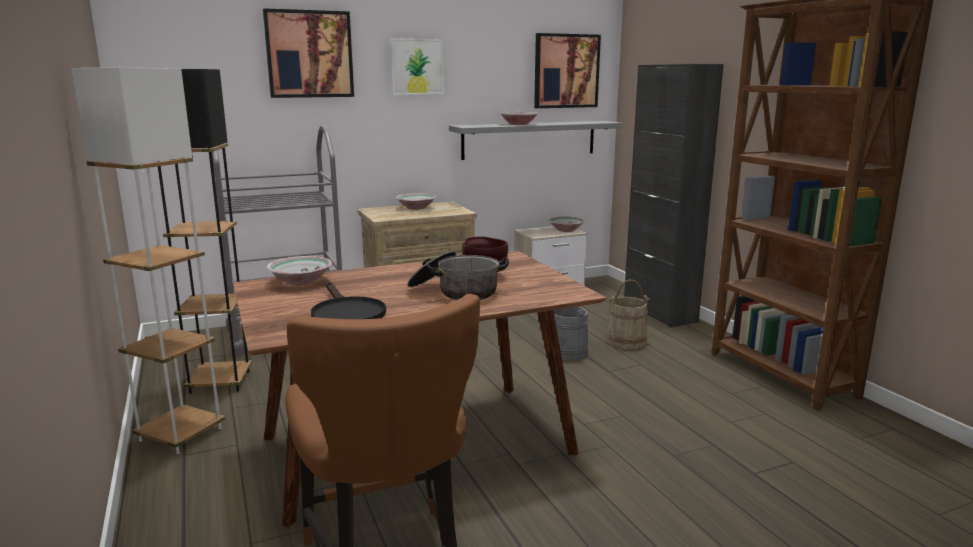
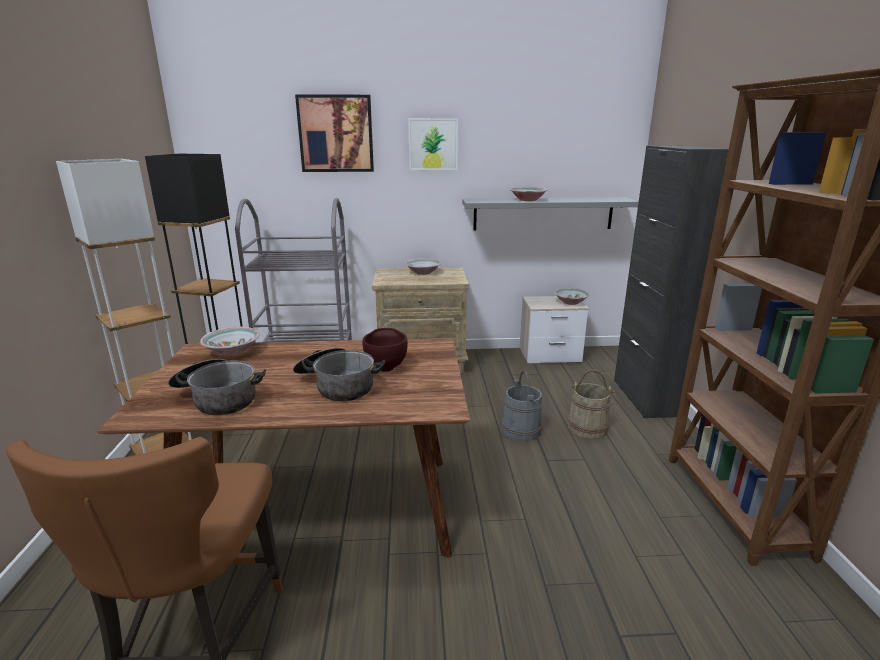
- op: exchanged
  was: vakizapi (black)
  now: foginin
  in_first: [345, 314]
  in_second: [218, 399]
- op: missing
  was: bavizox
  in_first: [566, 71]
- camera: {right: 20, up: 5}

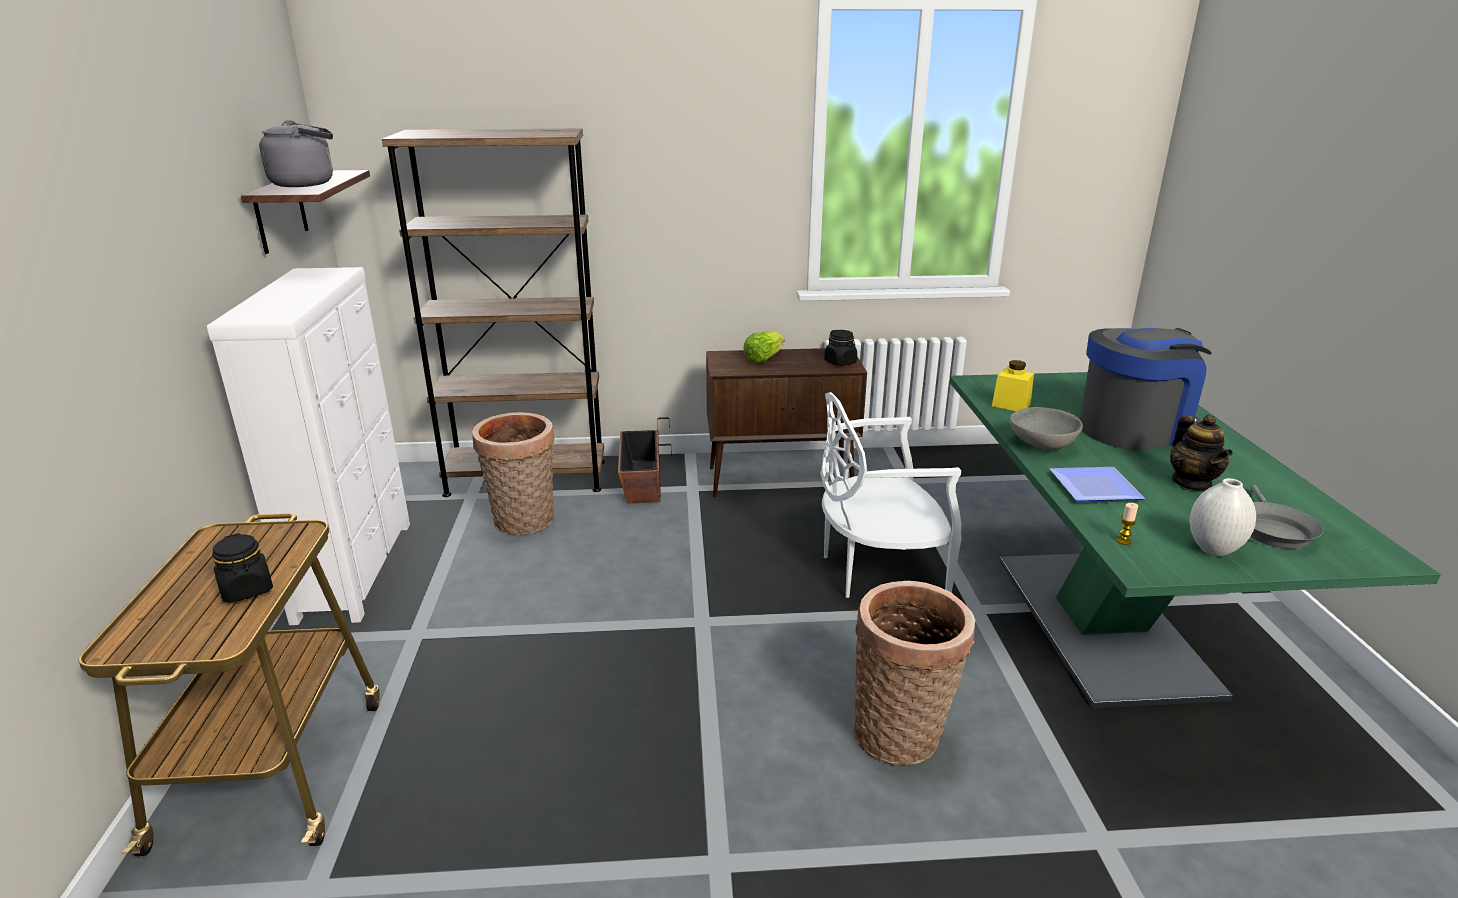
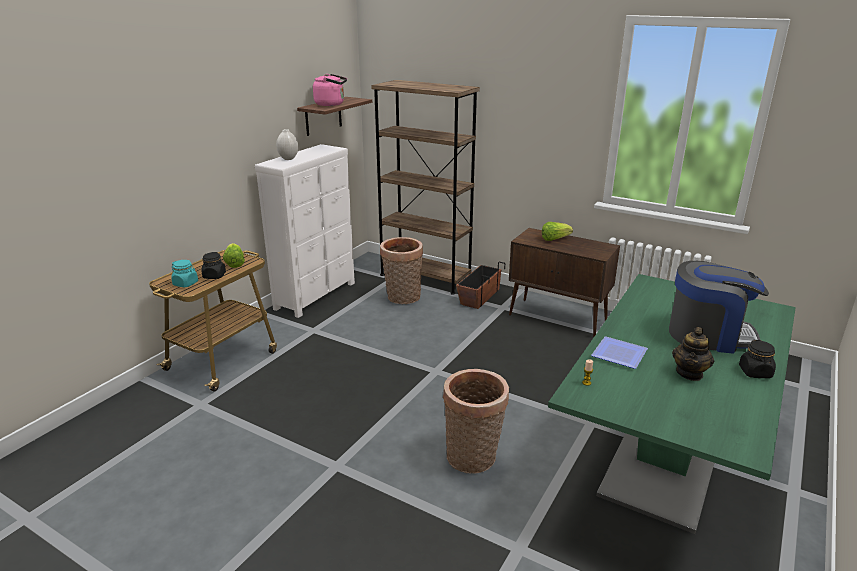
- op: colour
  was: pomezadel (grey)
  now: pomezadel (pink)
  in_first: [307, 184]
  in_second: [331, 104]
- op: missing
  was: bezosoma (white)
  in_first: [878, 571]
- op: relocated
  was: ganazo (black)
  in_first: [840, 362]
  in_second: [755, 372]
- op: missing
  was: ganazo (yellow)
  in_first: [1011, 405]
- op: missing
  was: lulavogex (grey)
  in_first: [1040, 444]
- op: relocated
  was: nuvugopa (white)
  in_first: [1213, 549]
  in_second: [288, 159]
- op: missing
  was: vakizapi (grey)
  in_first: [1272, 530]
- op: appeared
  now: ganazo (turquoise)
  in_second: [186, 283]
- op: appeared
  now: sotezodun
  in_second: [235, 263]
- camera: {right: 35, up: 0}

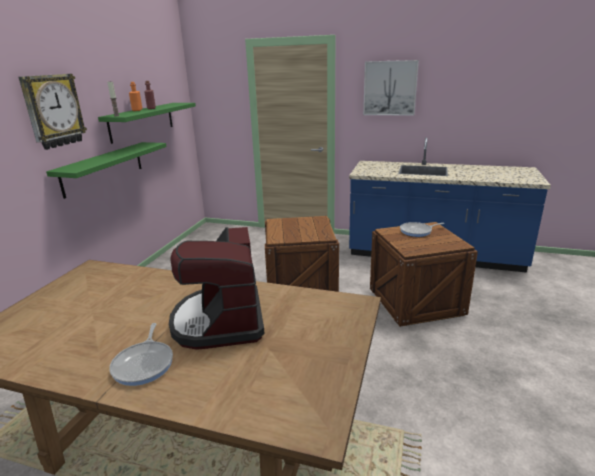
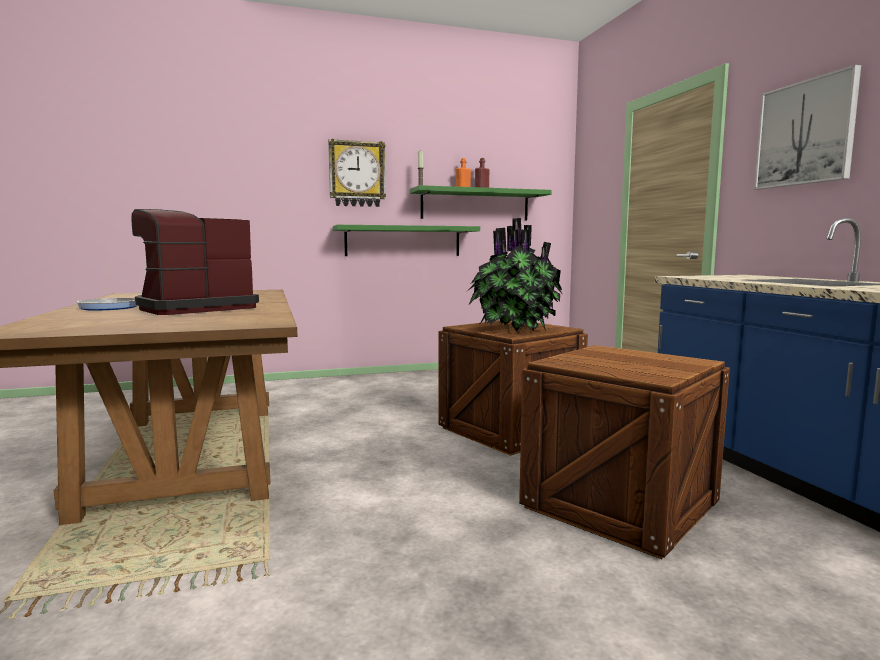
- op: missing
  was: vakizapi
  in_first: [417, 231]
- op: appeared
  now: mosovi
  in_second: [513, 329]
- camera: {right: 55, up: -15}

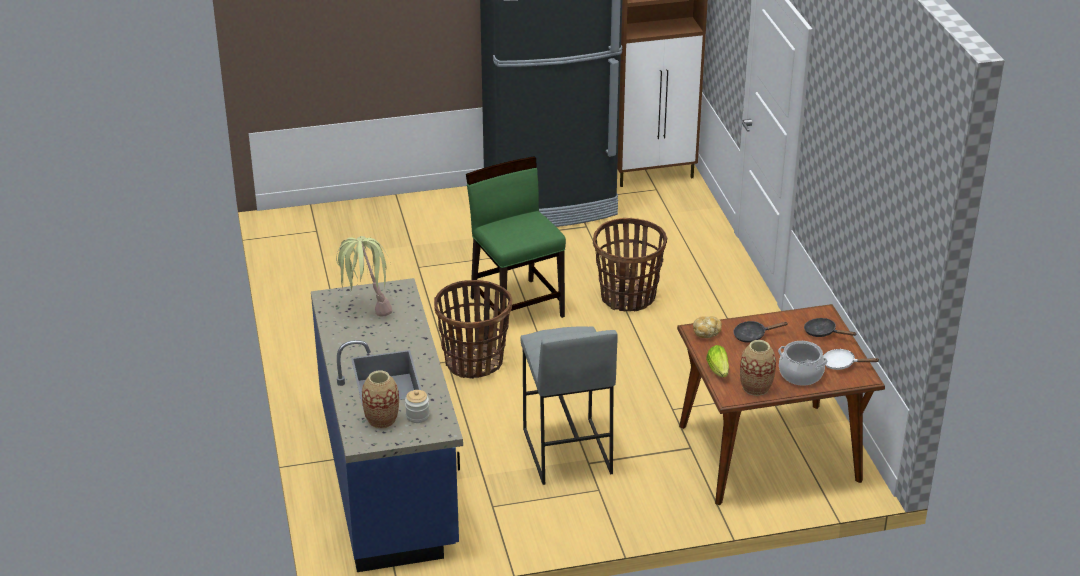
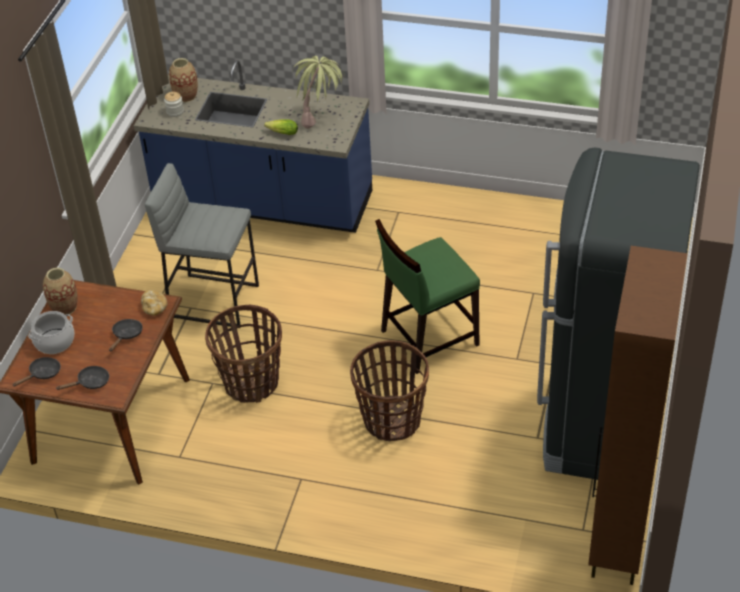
- op: relocated
  was: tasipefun
  in_first: [474, 362]
  in_second: [251, 382]
- op: spun
  was: bezosoma (green)
  in_first: [517, 306]
  in_second: [428, 338]
  clockwise: 150
- op: relocated
  was: sotezodun
  in_first: [718, 371]
  in_second: [281, 133]
- op: colour
  was: vakizapi (white)
  now: vakizapi (black)
  in_first: [842, 364]
  in_second: [42, 374]
- camera: {right: 120, up: 10}

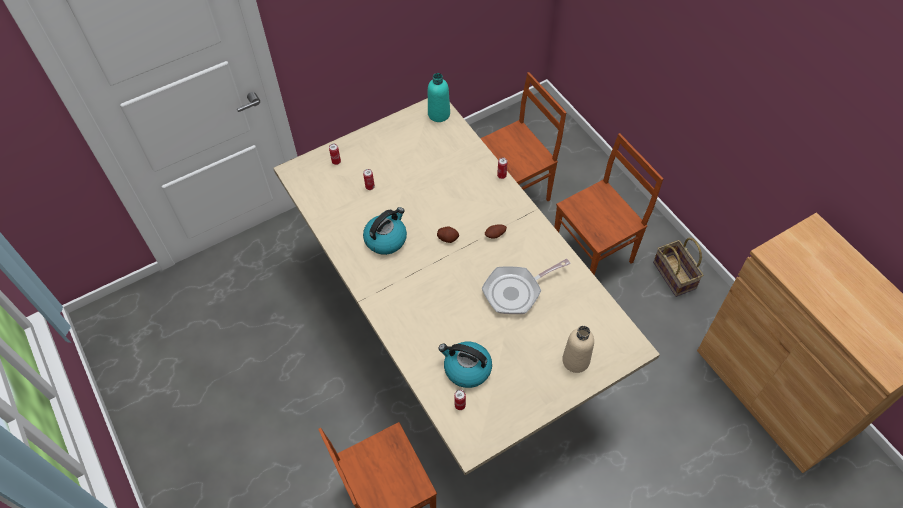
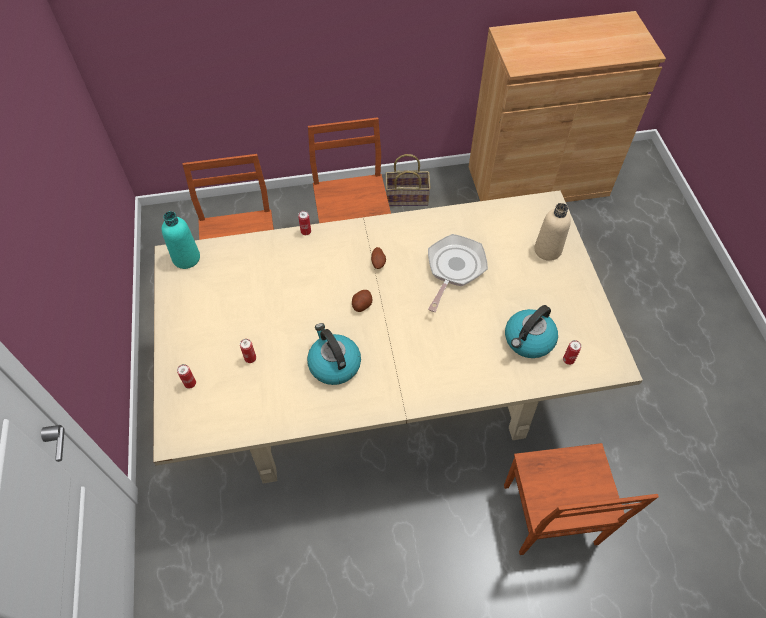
- op: spun
  was: vakizapi
  in_first: [516, 291]
  in_second: [454, 269]
  clockwise: -150
- camera: {right: -70, up: 0}

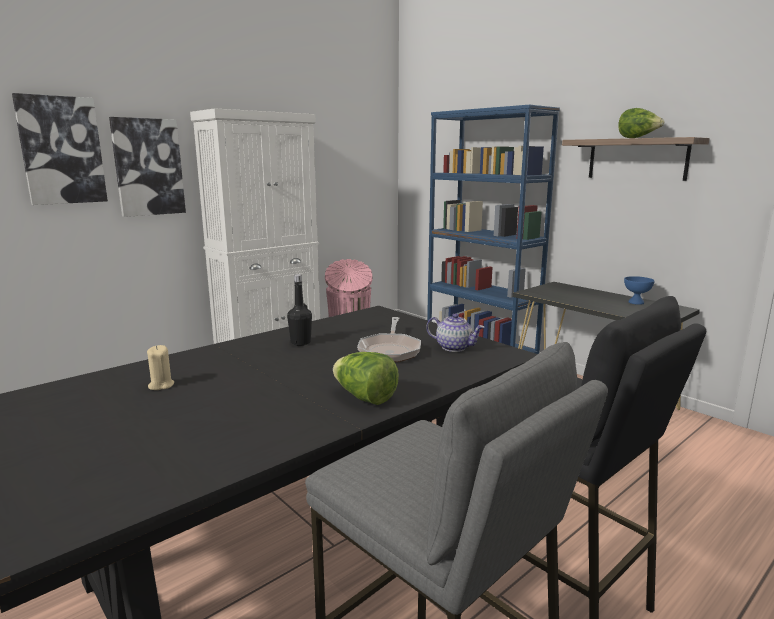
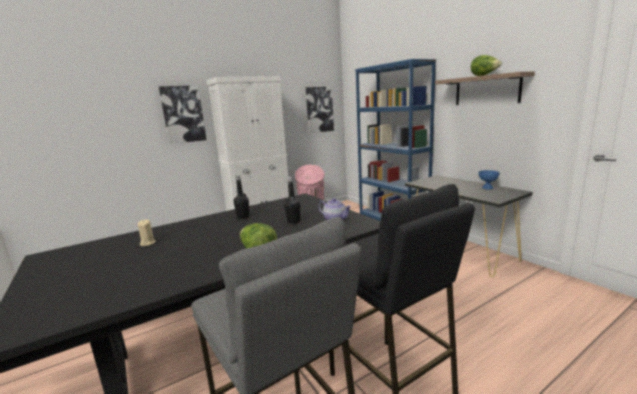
- op: relocated
  was: bavizox
  in_first: [61, 150]
  in_second: [319, 109]
- op: exchanged
  was: vakizapi
  now: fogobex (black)
  in_first: [390, 350]
  in_second: [293, 222]
- camera: {right: 10, up: 0}

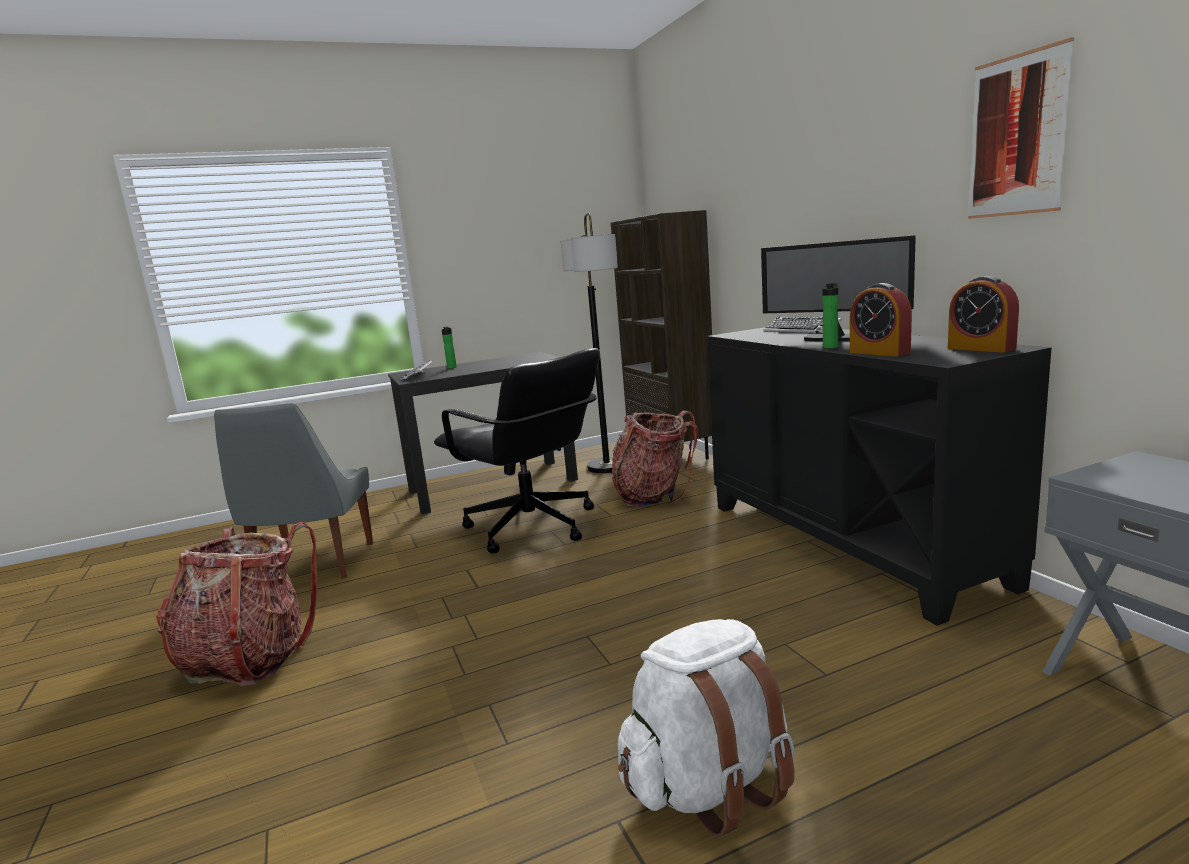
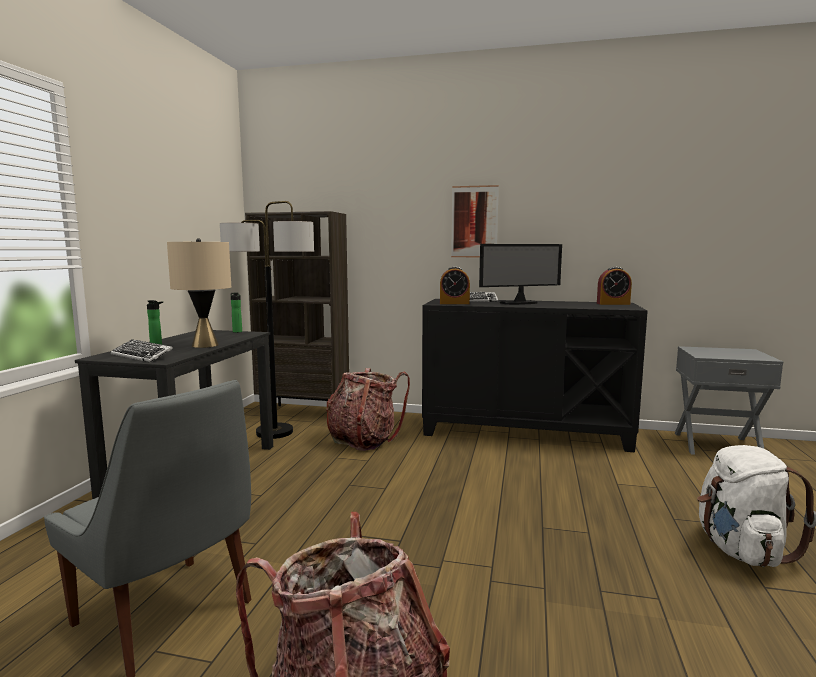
- op: missing
  was: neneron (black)
  in_first: [531, 527]
- op: relocated
  was: fogobex
  in_first: [830, 347]
  in_second: [237, 331]
- op: relocated
  was: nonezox
  in_first: [879, 352]
  in_second: [454, 303]
- op: relocated
  was: bavizox
  in_first: [1017, 136]
  in_second: [474, 222]
- op: appeared
  now: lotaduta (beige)
  in_second: [205, 345]
- camera: {right: -55, up: -5}

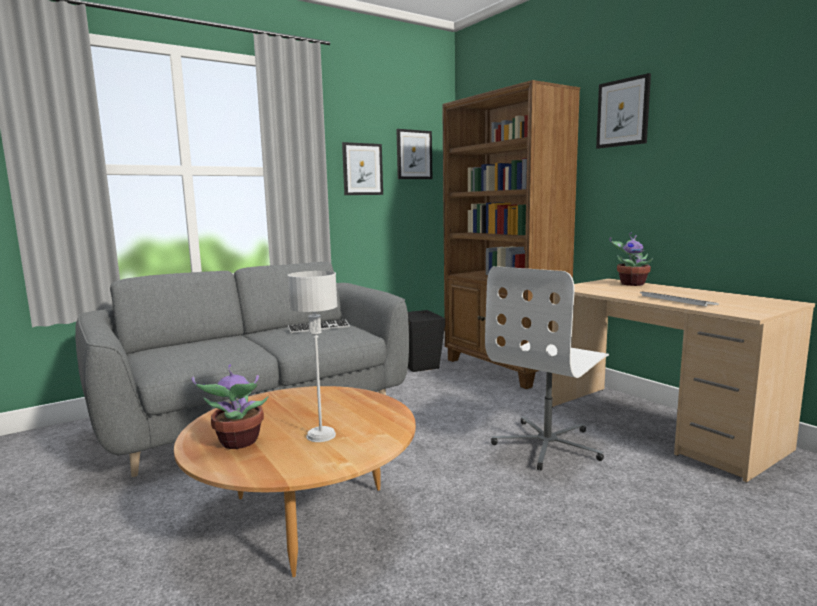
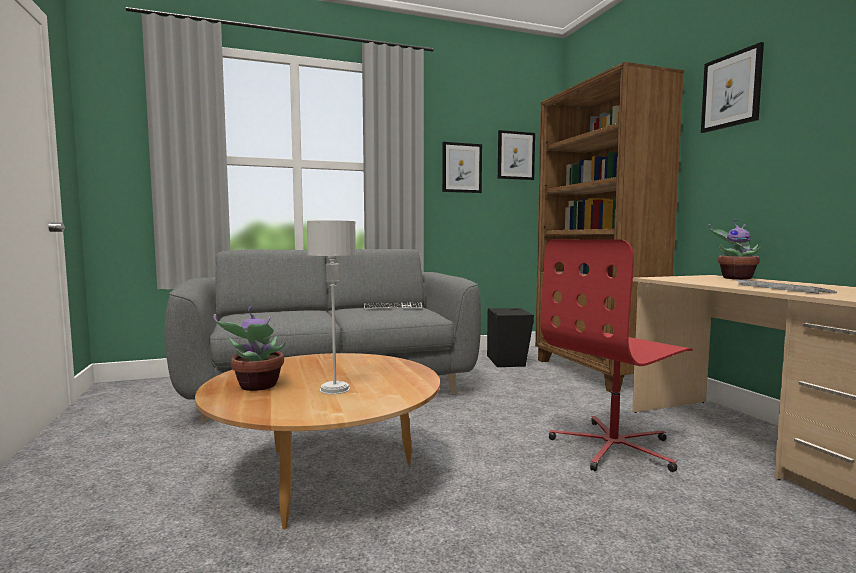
- op: colour
  was: neneron (white)
  now: neneron (red)
  in_first: [548, 445]
  in_second: [614, 447]
- camera: {right: 15, up: -5}

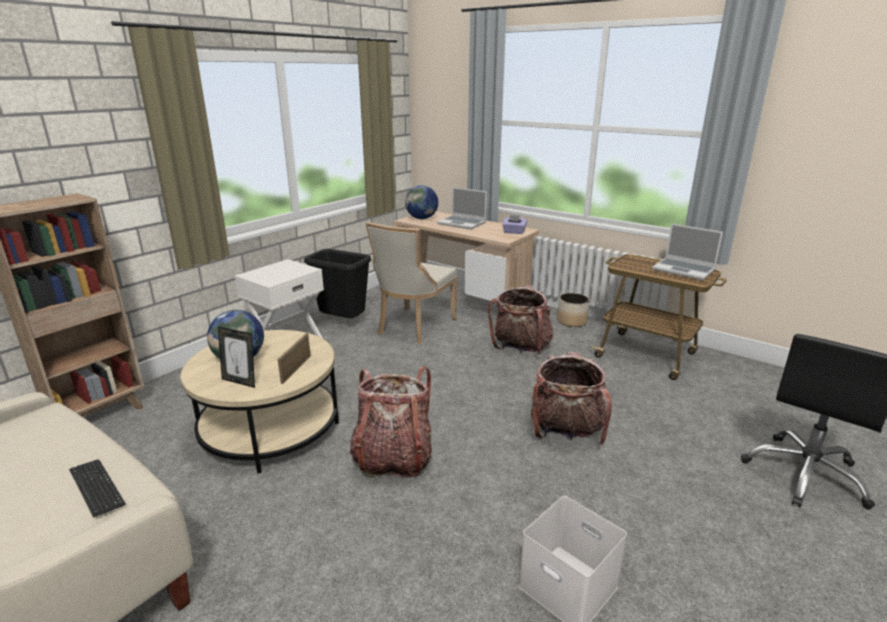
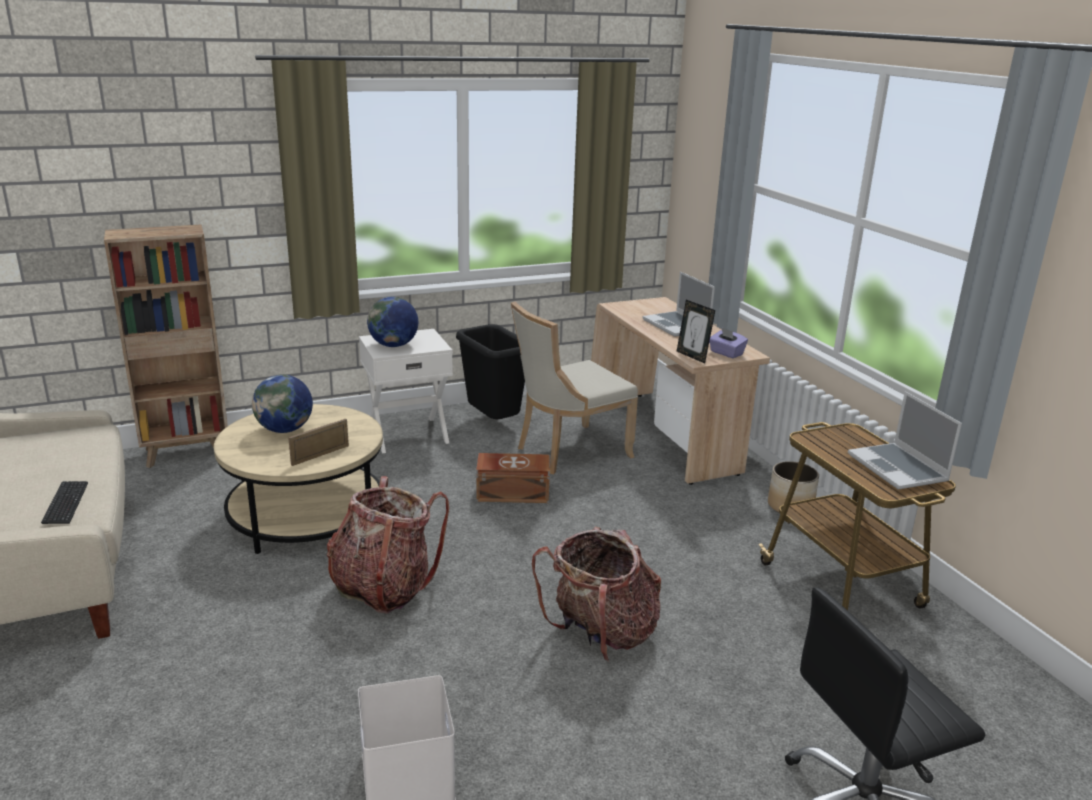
- op: relocated
  was: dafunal
  in_first: [240, 381]
  in_second: [692, 356]
- op: relocated
  was: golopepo
  in_first: [422, 218]
  in_second: [393, 345]
- op: missing
  was: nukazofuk
  in_first: [521, 347]
- op: appeared
  now: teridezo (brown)
  in_second: [511, 492]
- camera: {right: 30, up: 0}

